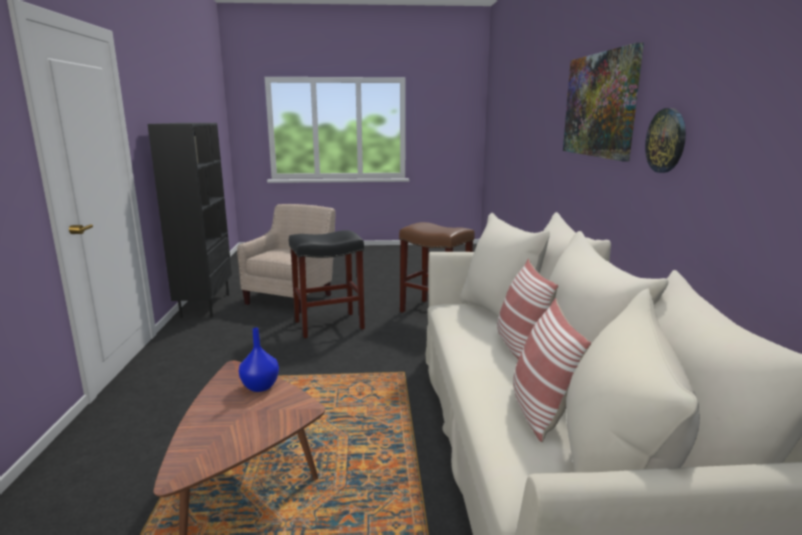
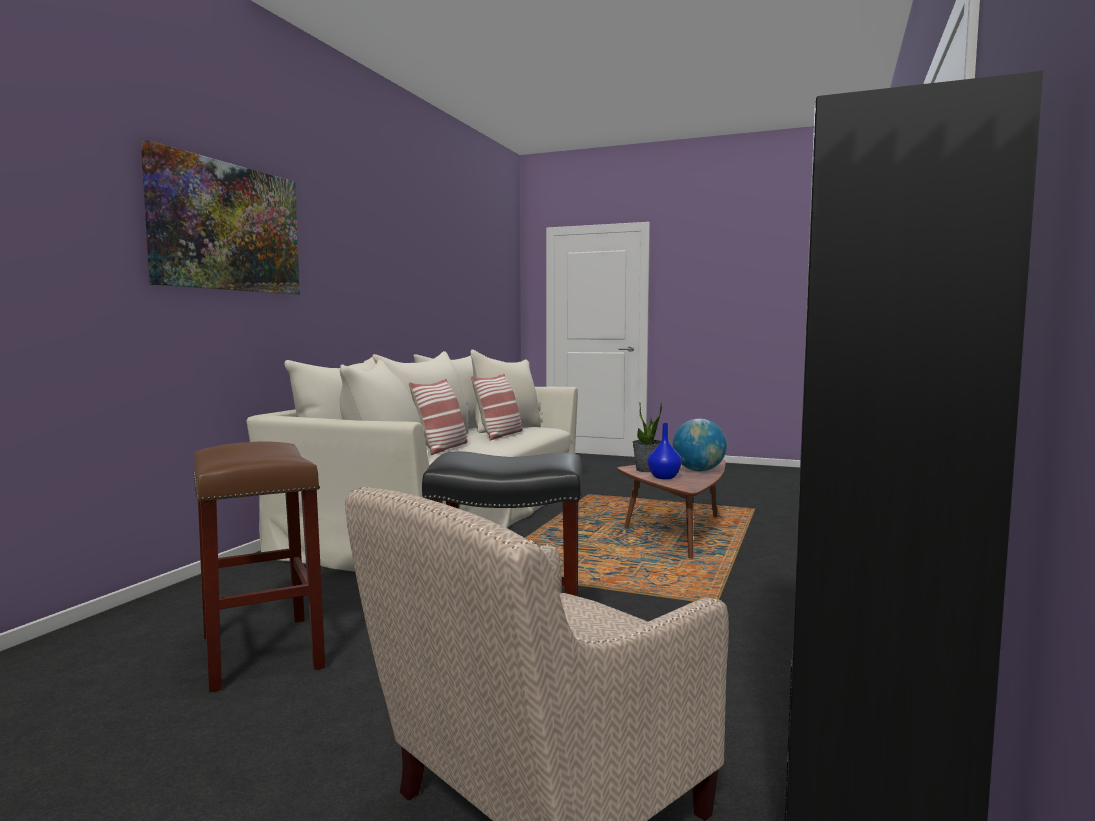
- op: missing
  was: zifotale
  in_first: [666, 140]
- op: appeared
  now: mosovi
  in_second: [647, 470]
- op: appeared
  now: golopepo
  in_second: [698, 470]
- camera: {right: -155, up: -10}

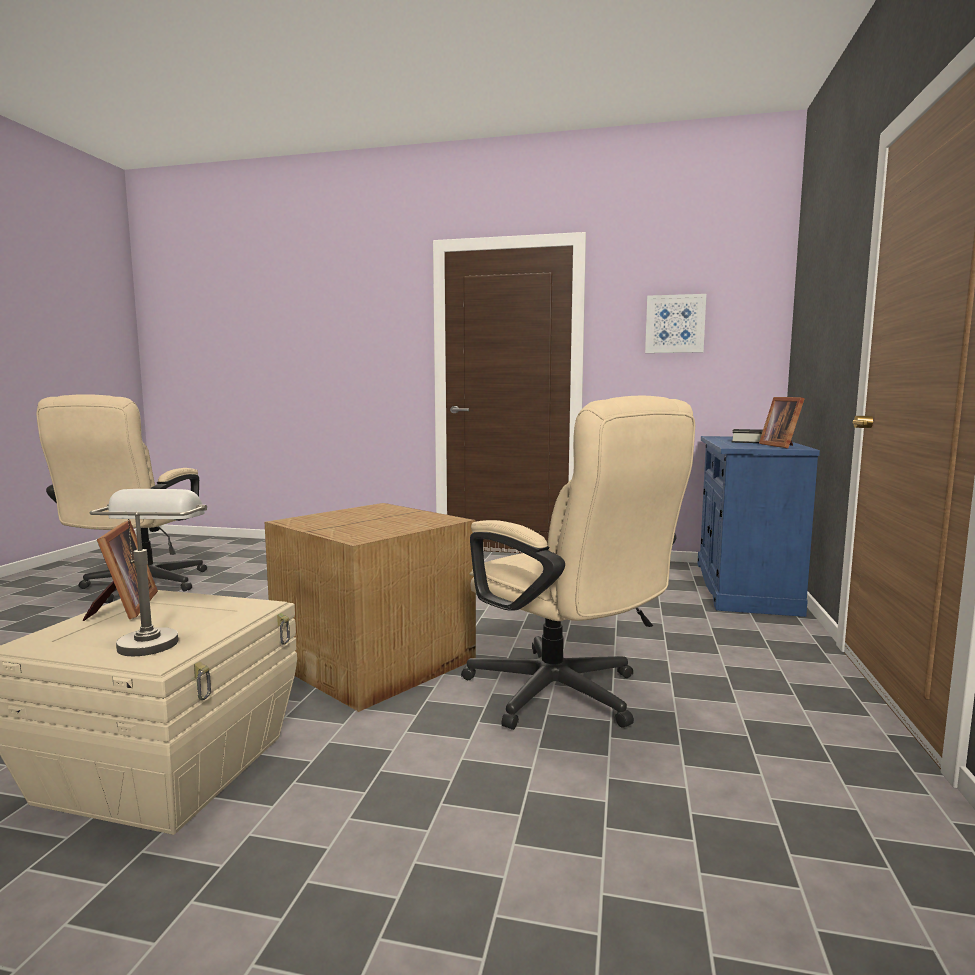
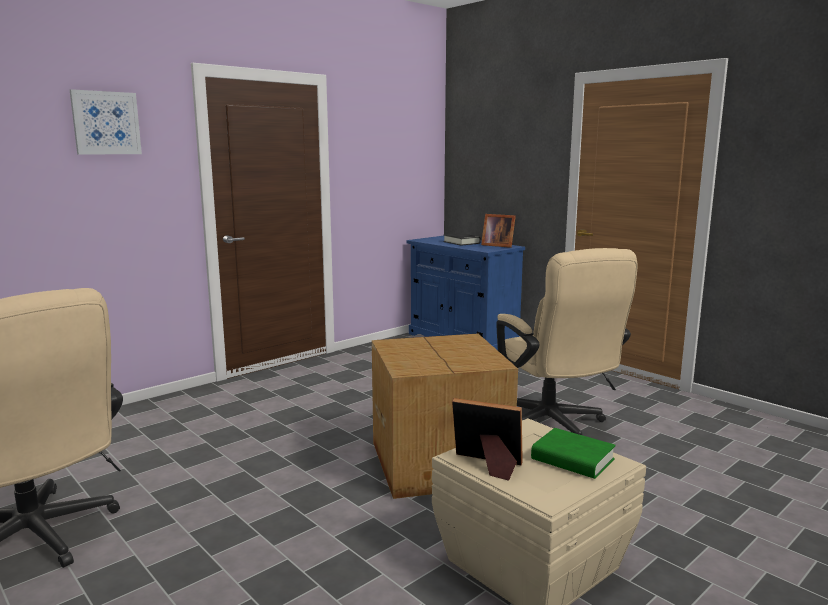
- op: exchanged
  was: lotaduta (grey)
  now: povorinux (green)
  in_first: [157, 637]
  in_second: [572, 459]
- op: spun
  was: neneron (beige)
  in_first: [566, 697]
  in_second: [553, 426]
  clockwise: 75
- op: relocated
  was: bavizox
  in_first: [675, 324]
  in_second: [106, 123]
- camera: {right: -55, up: 5}

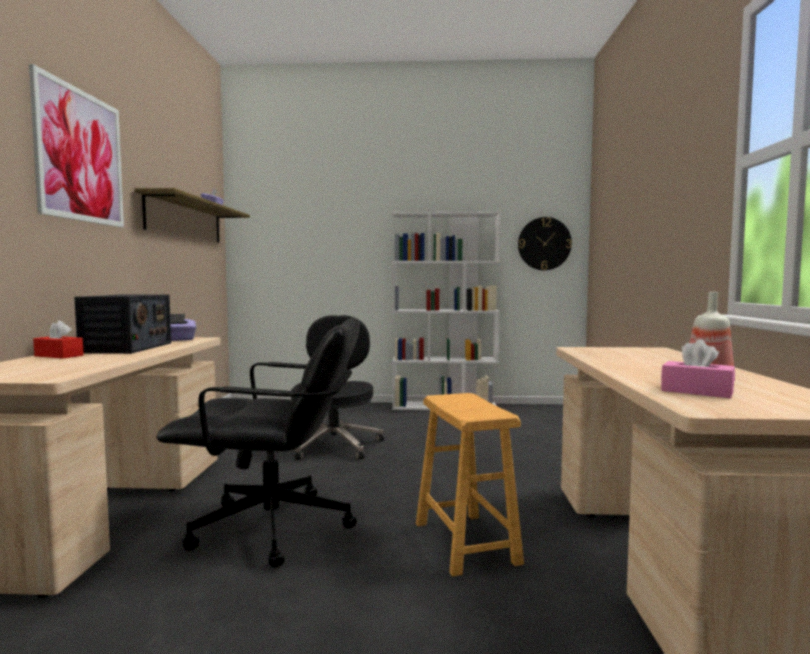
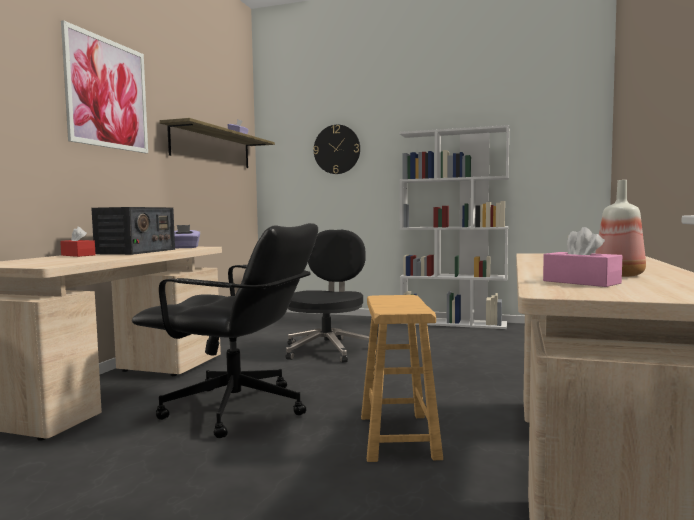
- op: relocated
  was: zifotale
  in_first: [544, 243]
  in_second: [337, 149]
- camera: {right: 15, up: 0}

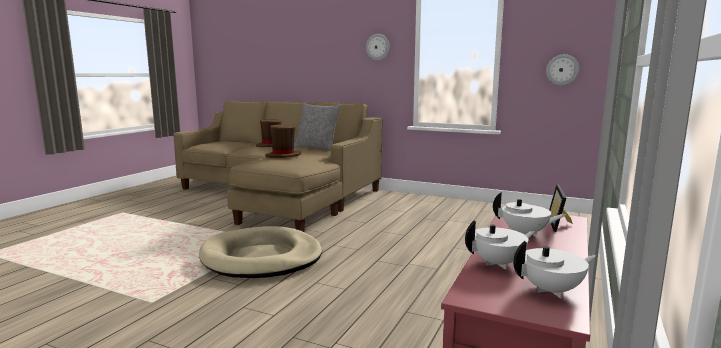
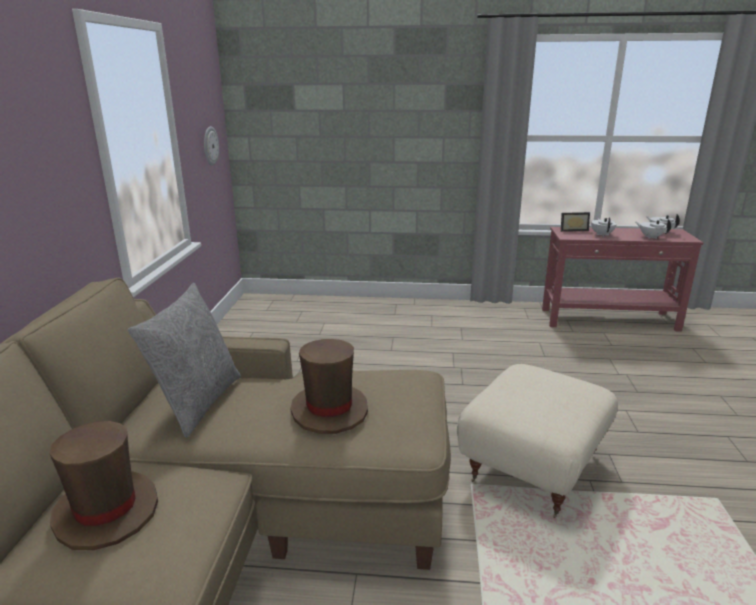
- op: exchanged
  was: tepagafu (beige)
  now: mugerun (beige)
  in_first: [262, 257]
  in_second: [532, 465]
- op: missing
  was: zifotale
  in_first: [378, 47]
- camera: {right: -110, up: 10}

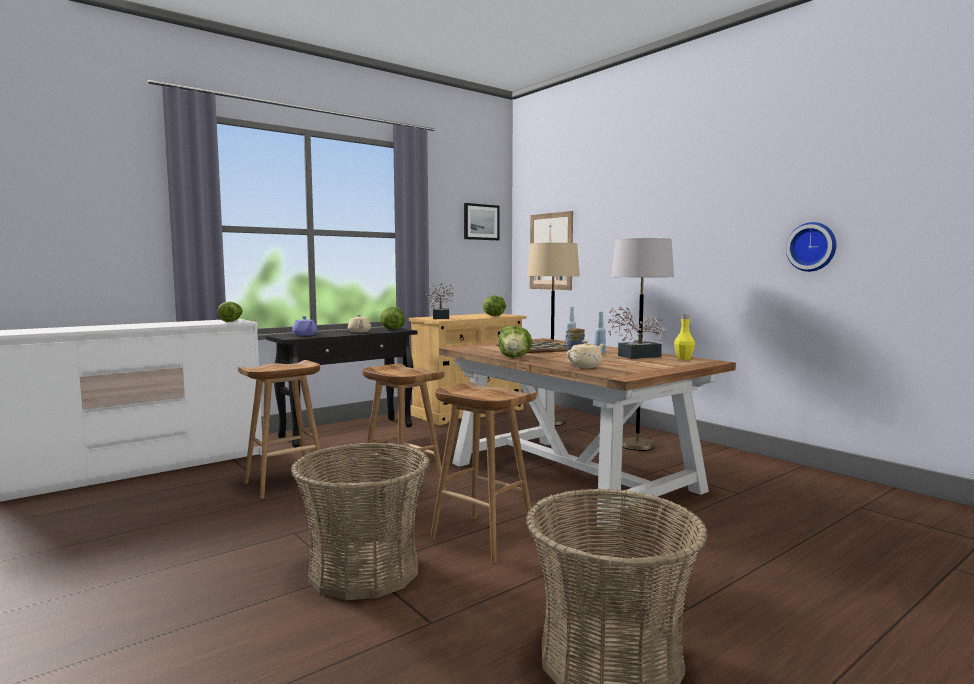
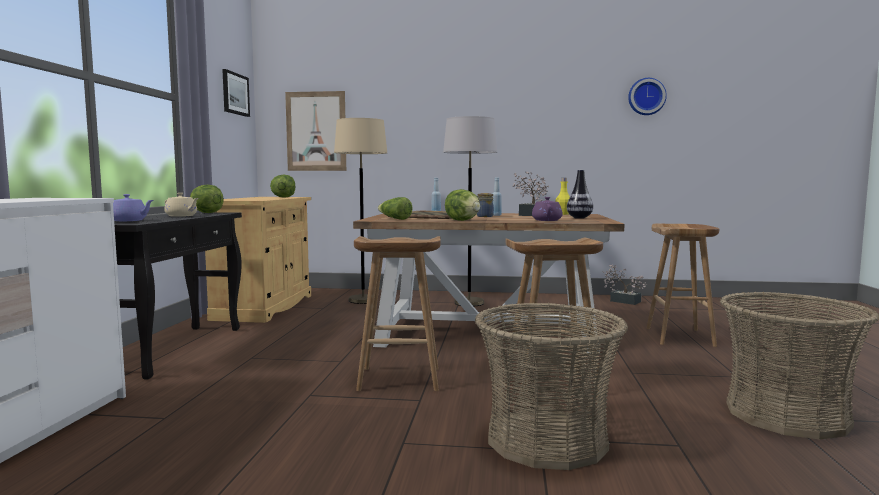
- op: relocated
  was: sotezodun
  in_first: [231, 321]
  in_second: [394, 219]
- op: relocated
  was: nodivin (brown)
  in_first: [284, 484]
  in_second: [680, 337]
- op: relocated
  was: mosovi
  in_first: [441, 317]
  in_second: [622, 301]
- op: colour
  was: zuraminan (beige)
  now: zuraminan (purple)
  in_first: [585, 366]
  in_second: [546, 220]
- op: relocated
  was: zifotale
  in_first: [812, 247]
  in_second: [646, 97]
- op: appeared
  now: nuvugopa
  in_second: [579, 218]
- camera: {right: -45, up: 0}

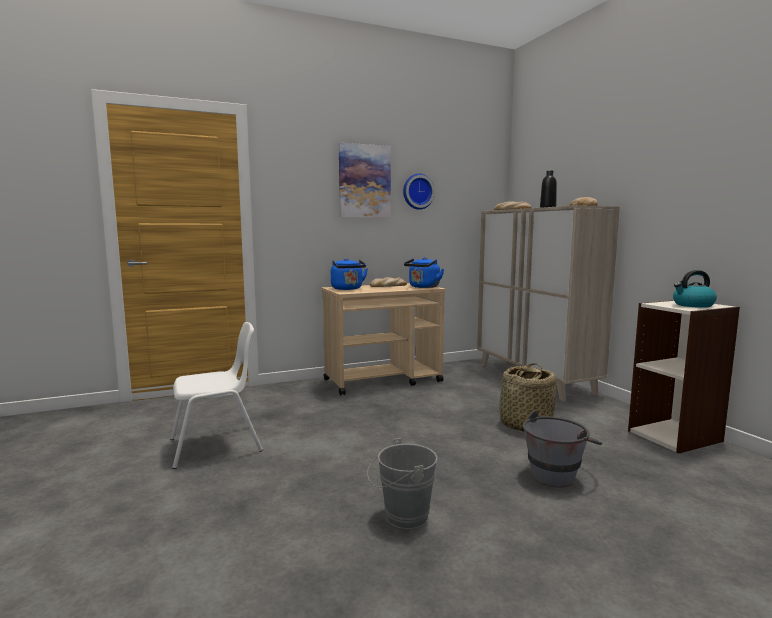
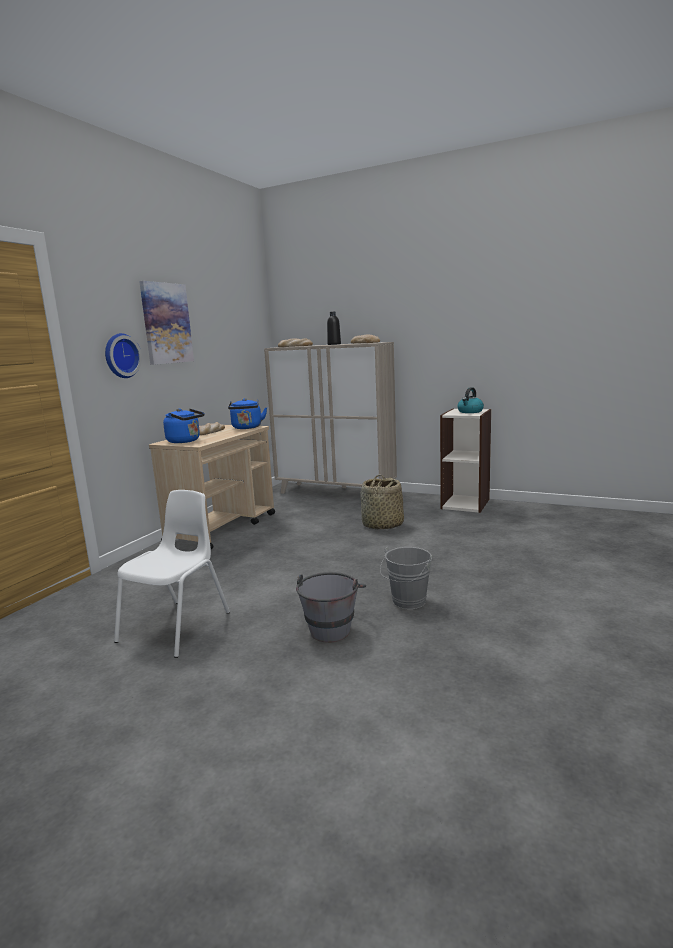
- op: relocated
  was: zifotale
  in_first: [417, 191]
  in_second: [120, 356]
- op: relocated
  was: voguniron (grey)
  in_first: [558, 474]
  in_second: [332, 627]
- camera: {right: -40, up: 5}

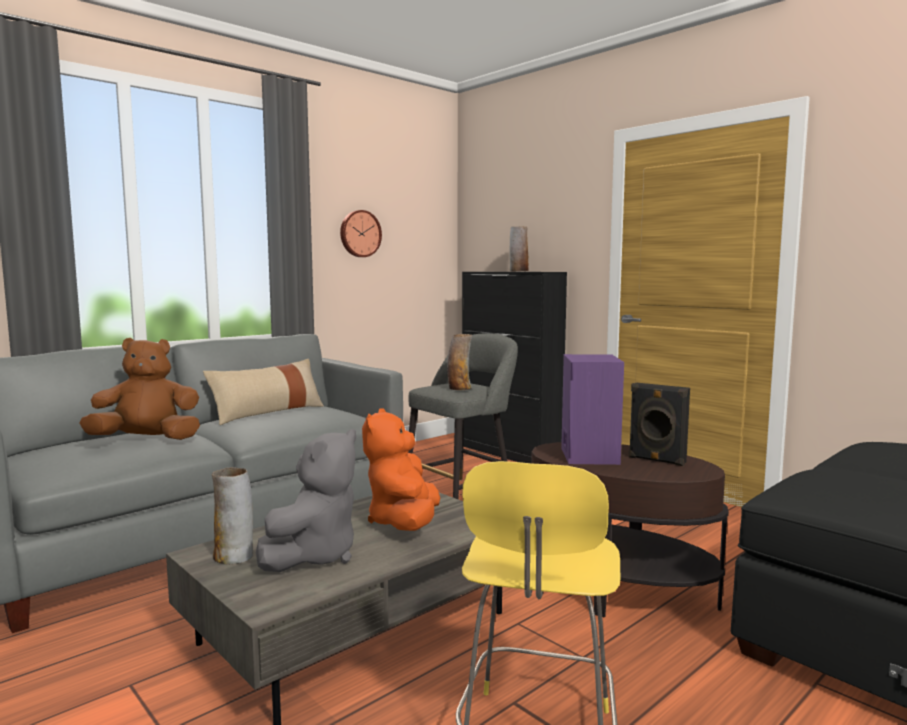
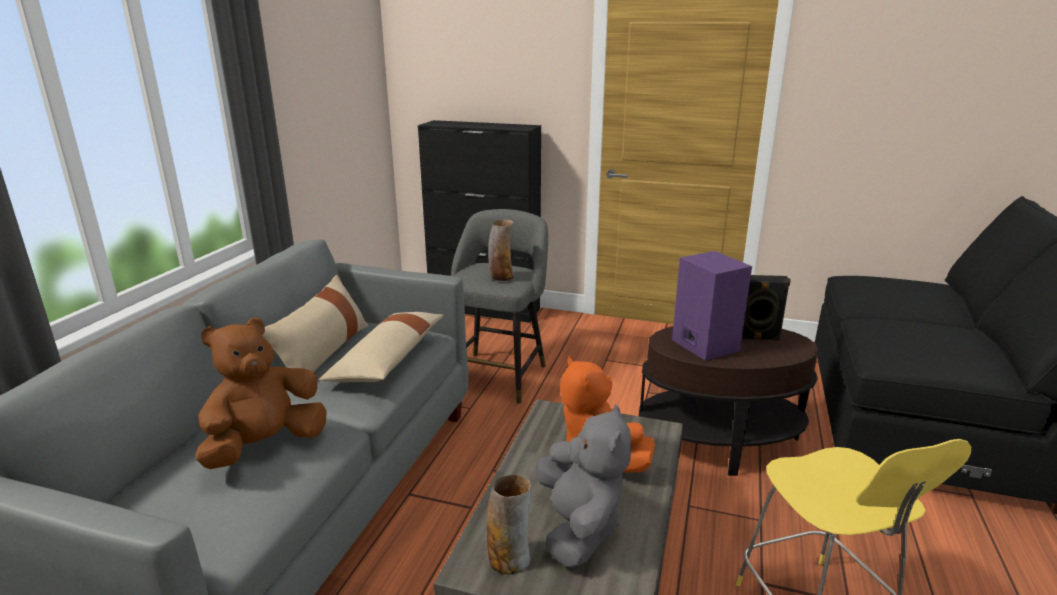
- op: missing
  was: zifotale
  in_first: [359, 233]
- op: missing
  was: nuvugopa
  in_first: [518, 271]
- op: appeared
  now: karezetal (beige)
  in_second: [388, 360]
- camera: {right: -30, up: 15}

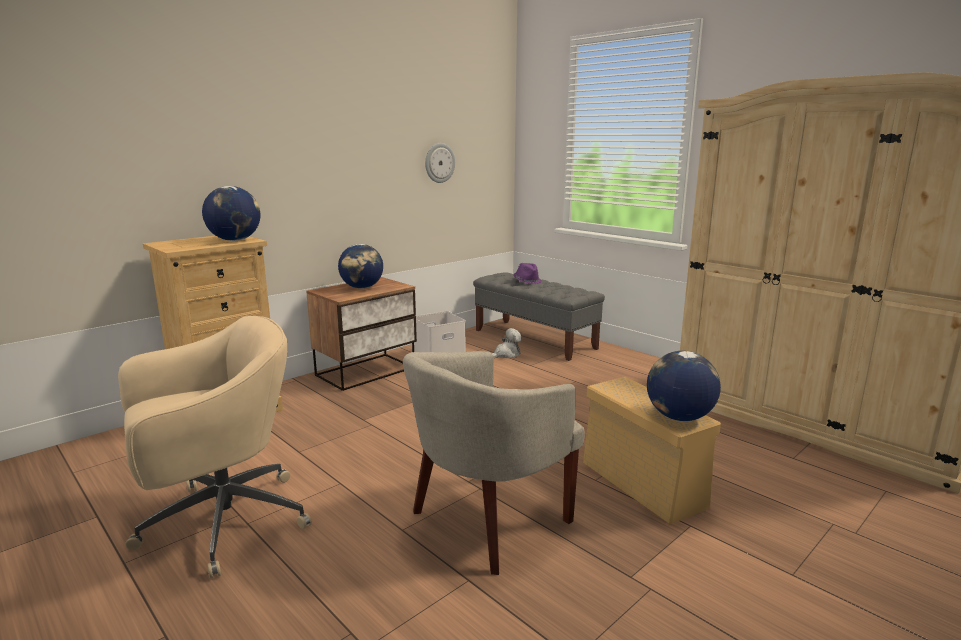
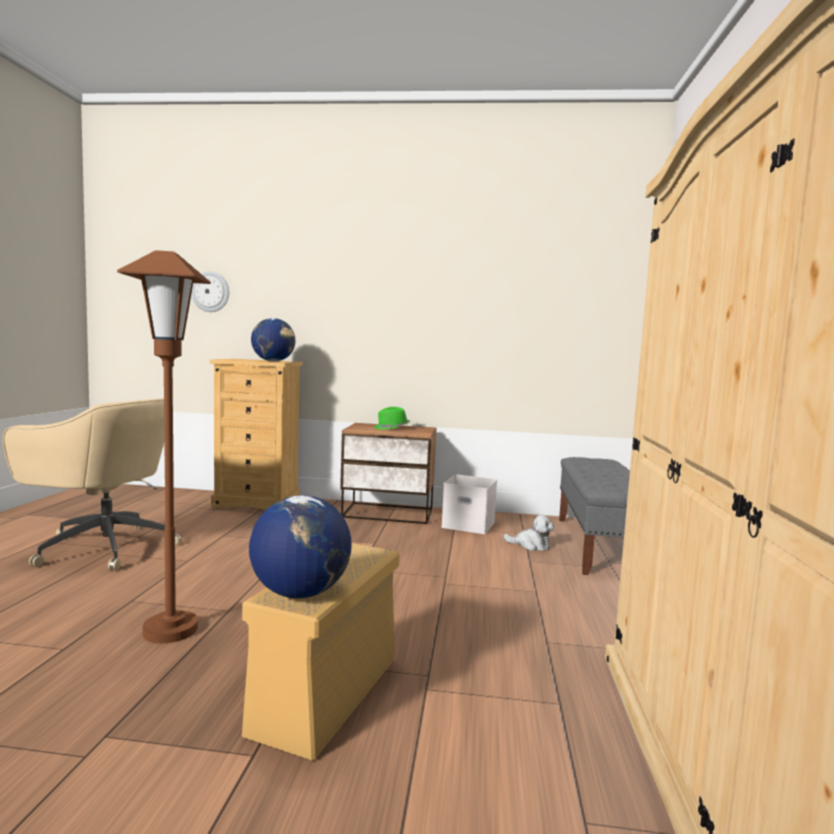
- op: exchanged
  was: golopepo
  now: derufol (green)
  in_first: [362, 287]
  in_second: [392, 428]
- op: exchanged
  was: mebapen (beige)
  now: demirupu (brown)
  in_first: [488, 521]
  in_second: [170, 630]
- op: relocated
  was: zifotale
  in_first: [439, 163]
  in_second: [210, 292]
- op: missing
  was: derufol (purple)
  in_first: [527, 281]
- camera: {right: 50, up: -10}

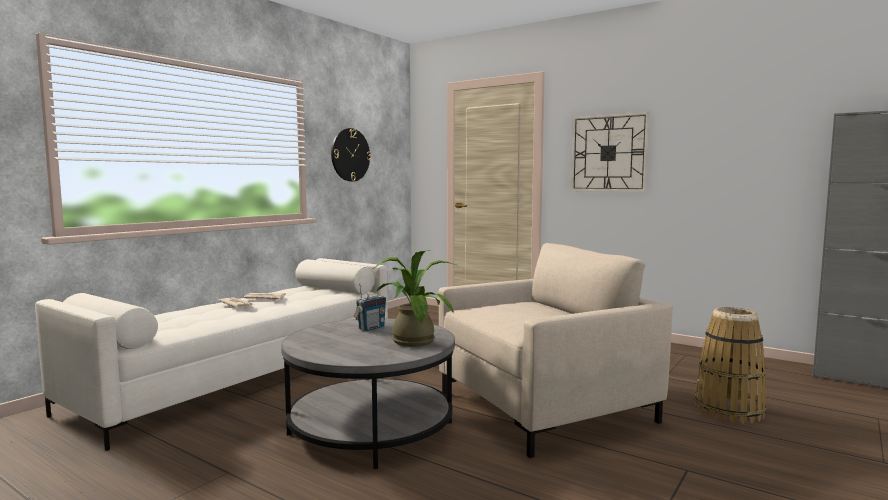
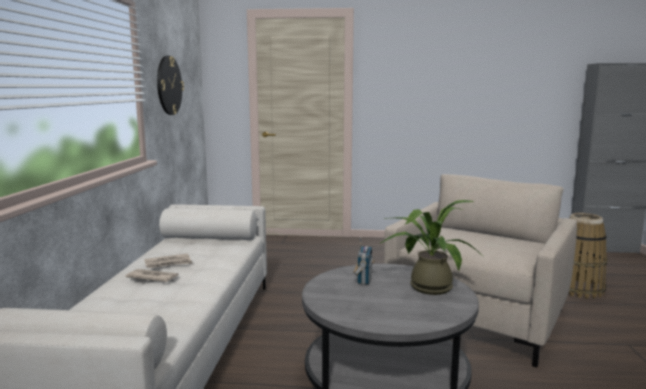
- op: missing
  was: zifotale
  in_first: [608, 153]
- camera: {right: -30, up: 5}

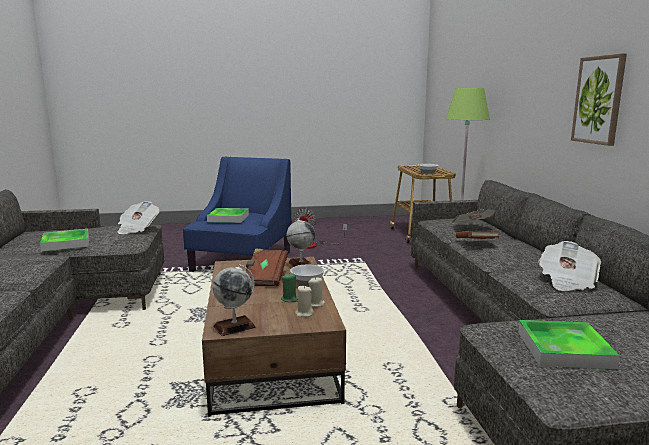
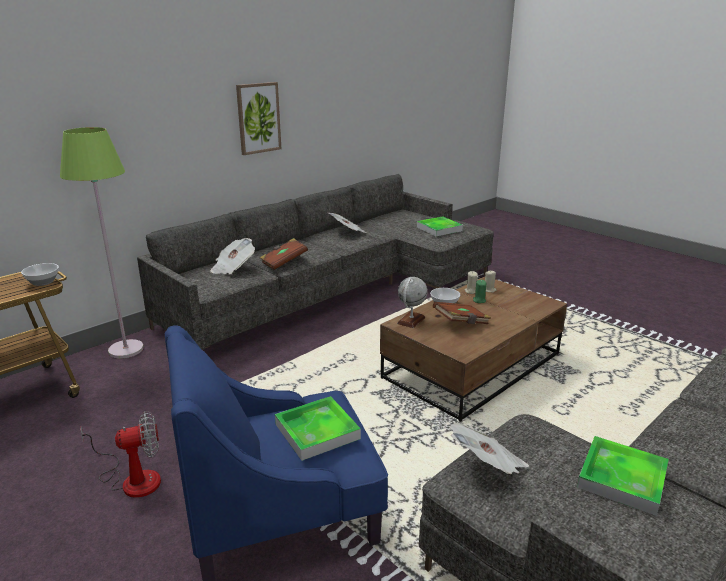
- op: missing
  was: golopepo
  in_first: [234, 326]
- camera: {right: -125, up: 10}

